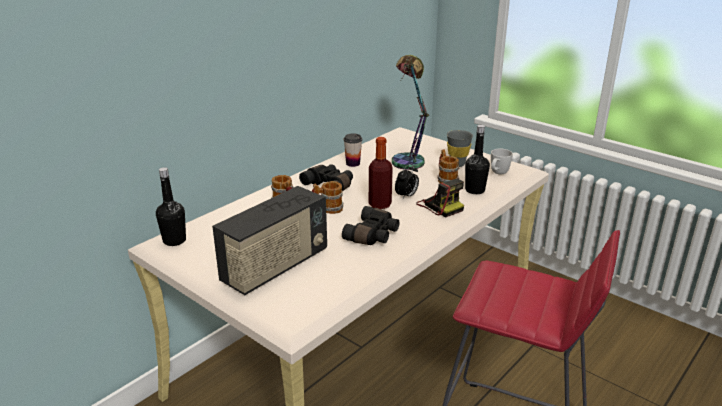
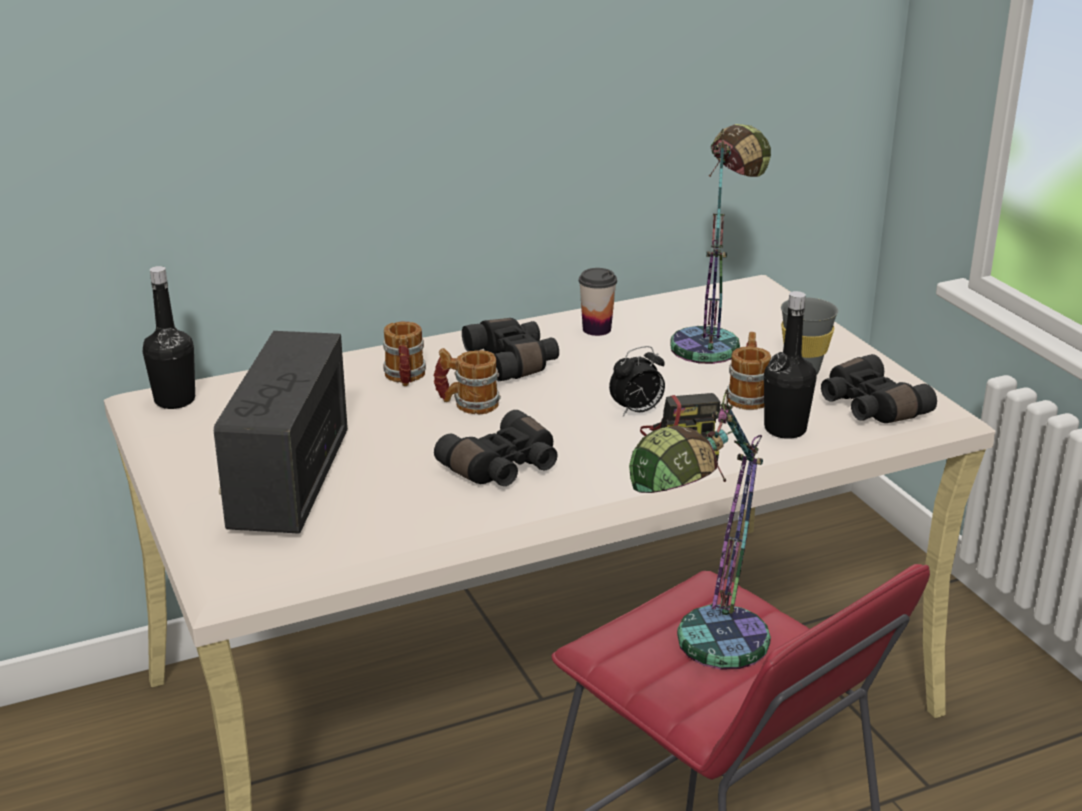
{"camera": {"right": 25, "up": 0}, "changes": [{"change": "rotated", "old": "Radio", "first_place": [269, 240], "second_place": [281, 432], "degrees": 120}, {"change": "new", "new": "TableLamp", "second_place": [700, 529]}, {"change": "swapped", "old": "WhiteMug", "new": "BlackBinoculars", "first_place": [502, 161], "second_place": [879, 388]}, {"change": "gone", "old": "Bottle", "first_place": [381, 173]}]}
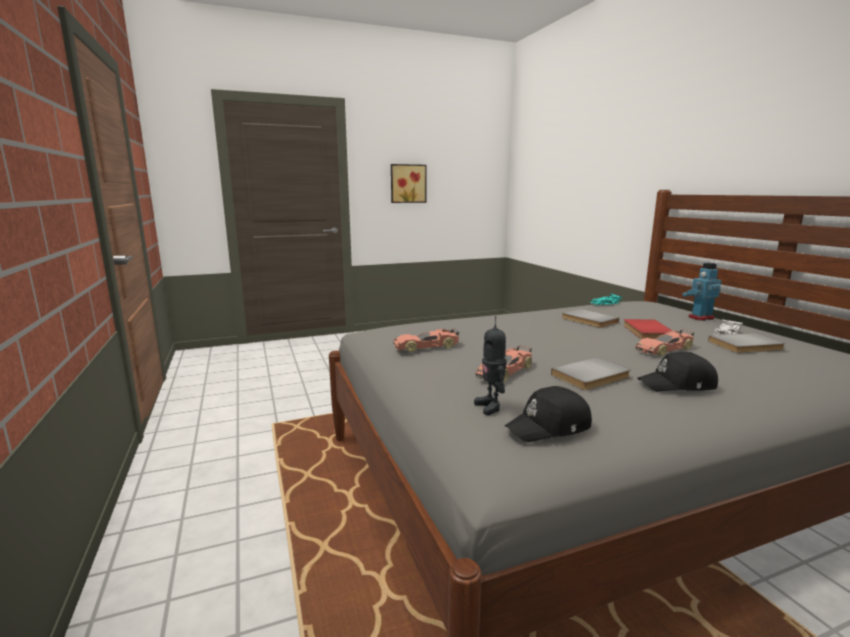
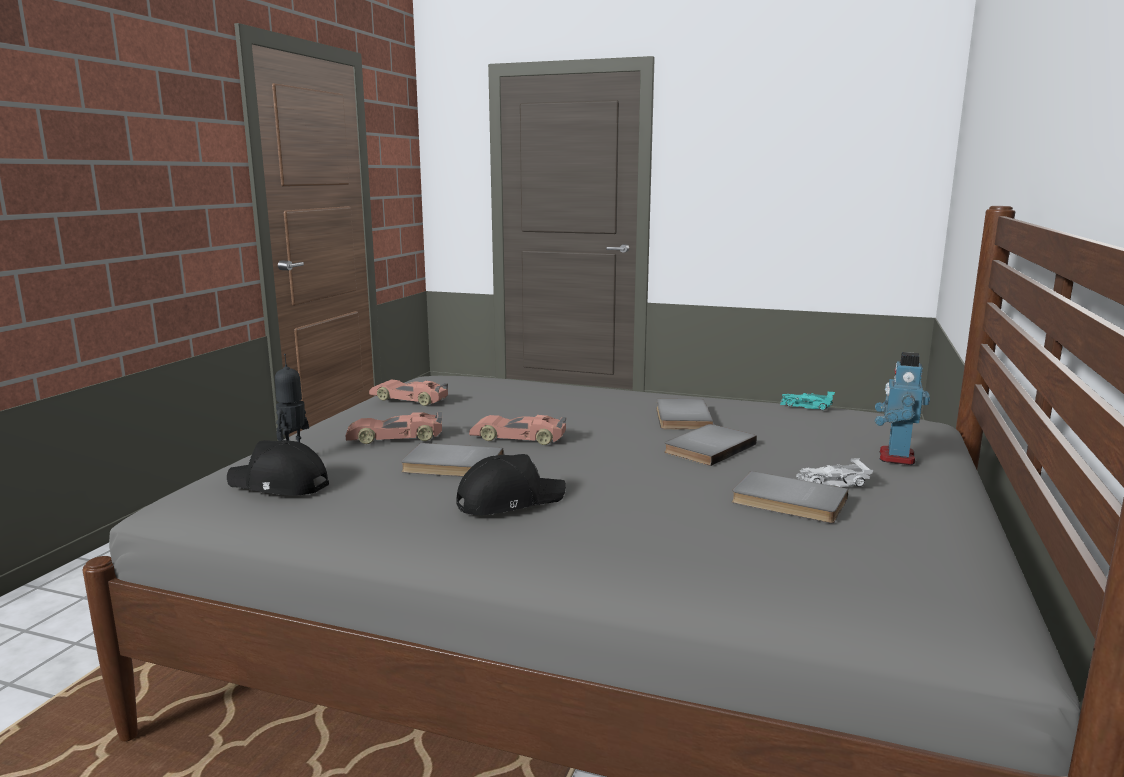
{"camera": {"right": 40, "up": 0}, "changes": [{"change": "rotated", "old": "BlackCap", "first_place": [677, 372], "second_place": [511, 484], "degrees": 120}, {"change": "shifted", "old": "ToyCar", "first_place": [664, 342], "second_place": [518, 430]}, {"change": "repainted", "old": "RedBook", "new": "GreyBook", "first_place": [647, 329], "second_place": [710, 445]}, {"change": "rotated", "old": "ToyRobot", "first_place": [701, 291], "second_place": [902, 408], "degrees": -90}, {"change": "gone", "old": "Picture", "first_place": [409, 183]}]}
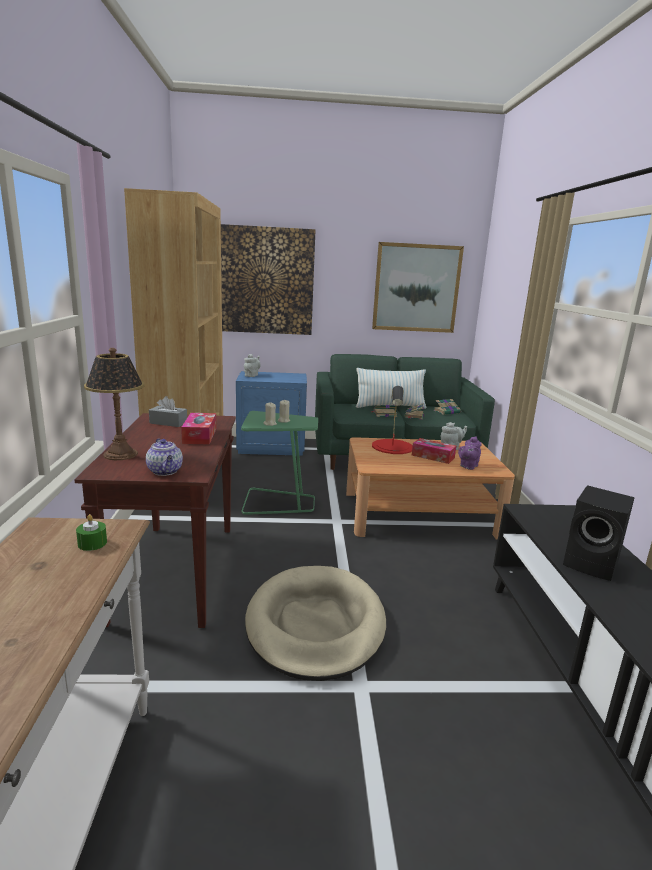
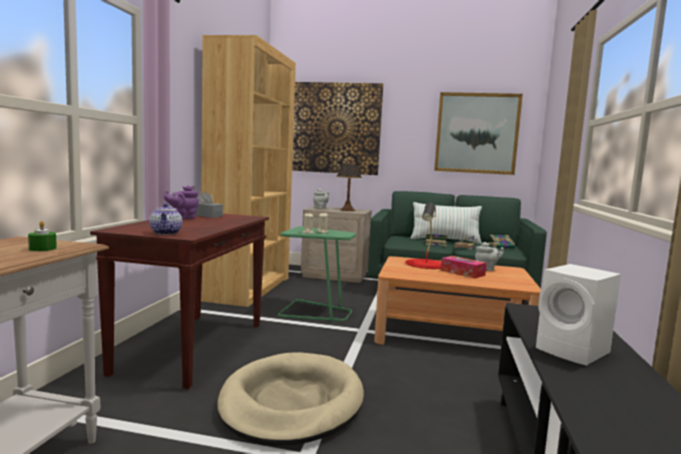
{"camera": {"right": 15, "up": -10}, "changes": [{"change": "shifted", "old": "PurpleTeapot", "first_place": [470, 453], "second_place": [181, 202]}, {"change": "repainted", "old": "BlueNightstand", "new": "BeigeNightstand", "first_place": [271, 413], "second_place": [336, 244]}, {"change": "shifted", "old": "TableLamp", "first_place": [114, 404], "second_place": [349, 185]}, {"change": "repainted", "old": "BlackSpeaker", "new": "WhiteSpeaker", "first_place": [599, 533], "second_place": [578, 315]}, {"change": "gone", "old": "TissueBox", "first_place": [198, 429]}]}
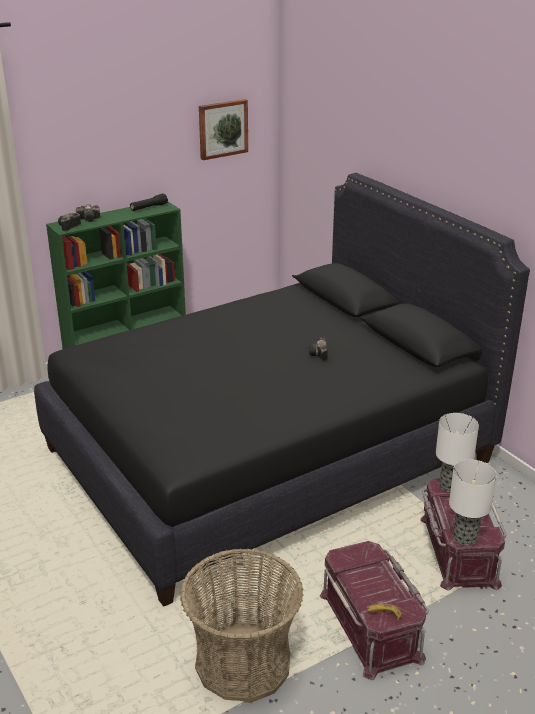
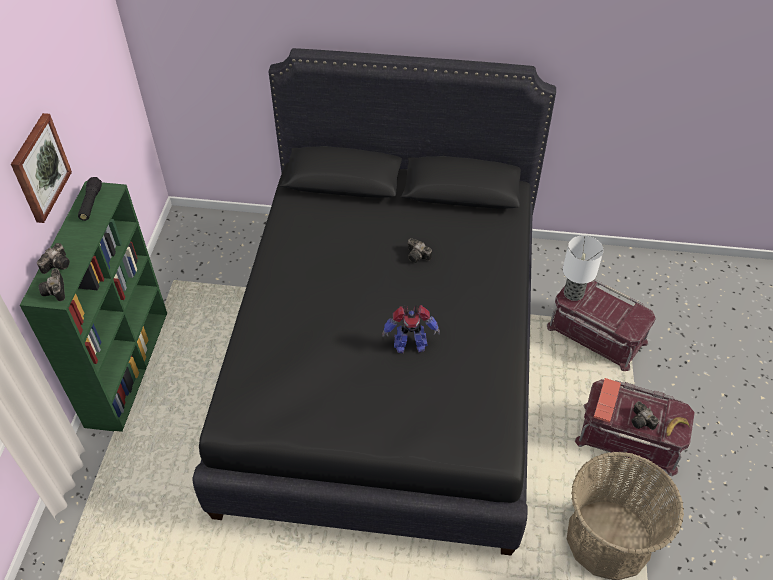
{"camera": {"right": -50, "up": 20}, "changes": [{"change": "shifted", "old": "Picture", "first_place": [223, 129], "second_place": [41, 168]}, {"change": "new", "new": "ToyRobot", "second_place": [411, 329]}, {"change": "new", "new": "RedToyCar", "second_place": [607, 400]}, {"change": "new", "new": "PhotoCamera", "second_place": [645, 415]}, {"change": "gone", "old": "TableLamp", "first_place": [472, 502]}]}
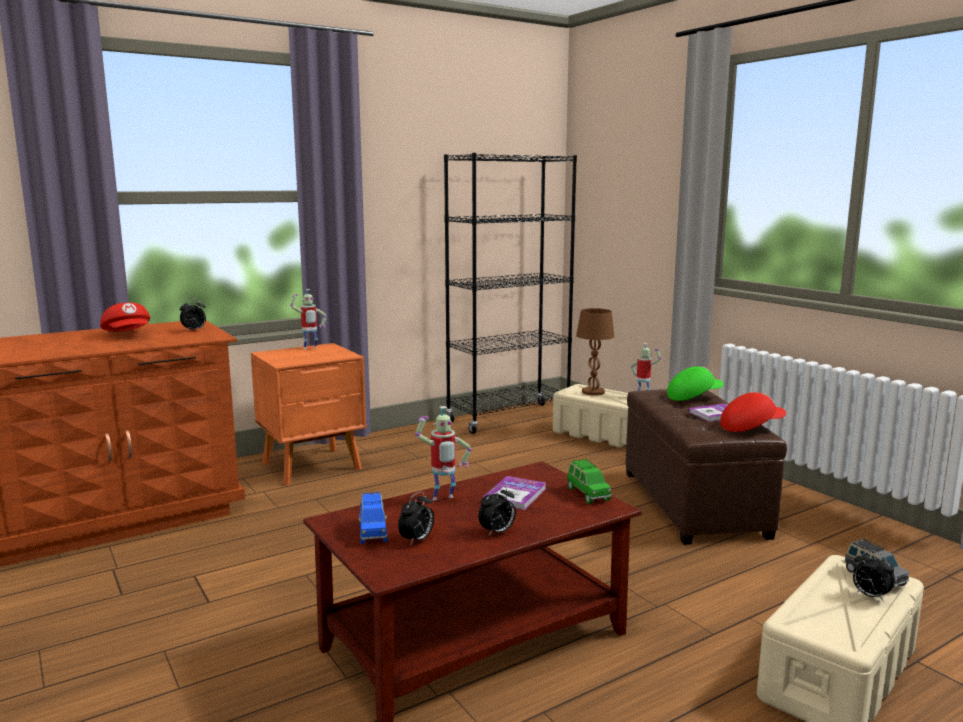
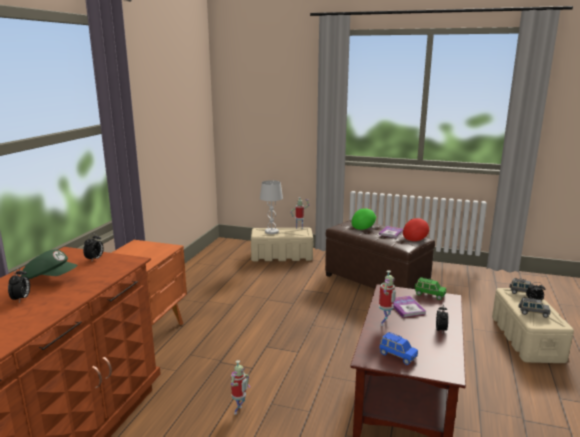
{"camera": {"right": -40, "up": 5}, "changes": [{"change": "shifted", "old": "AlarmClock", "first_place": [416, 518], "second_place": [19, 285]}, {"change": "repainted", "old": "RedCap", "new": "GreenCap", "first_place": [125, 317], "second_place": [50, 264]}, {"change": "shifted", "old": "ToyRobot", "first_place": [308, 319], "second_place": [240, 387]}, {"change": "repainted", "old": "BrownTableLamp", "new": "WhiteTableLamp", "first_place": [595, 352], "second_place": [271, 207]}, {"change": "new", "new": "GreyToyCar", "second_place": [535, 307]}, {"change": "gone", "old": "BlackBookcase", "first_place": [510, 293]}]}
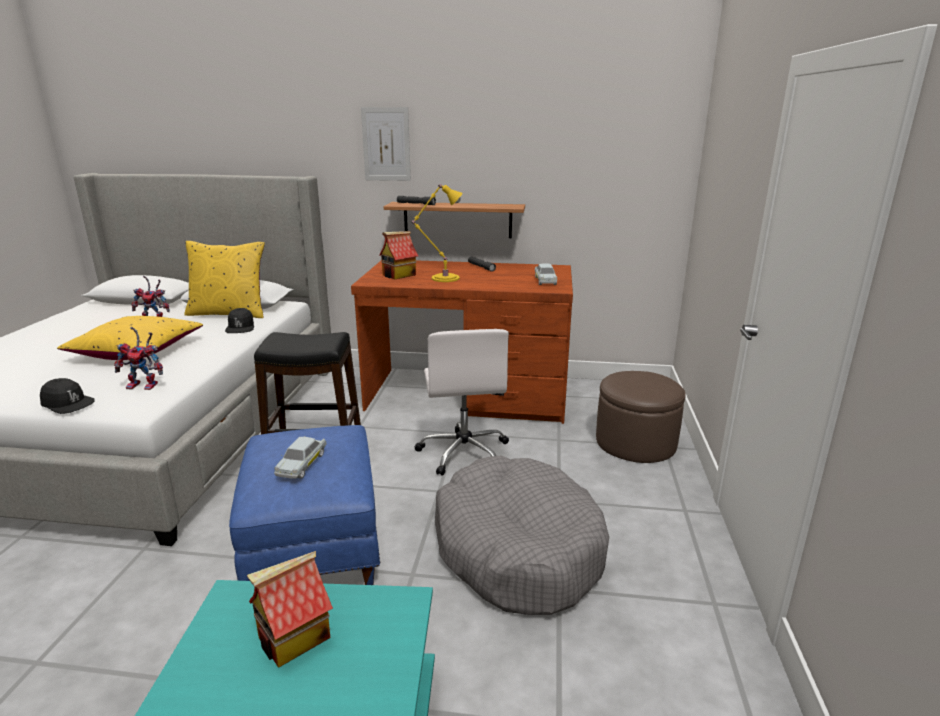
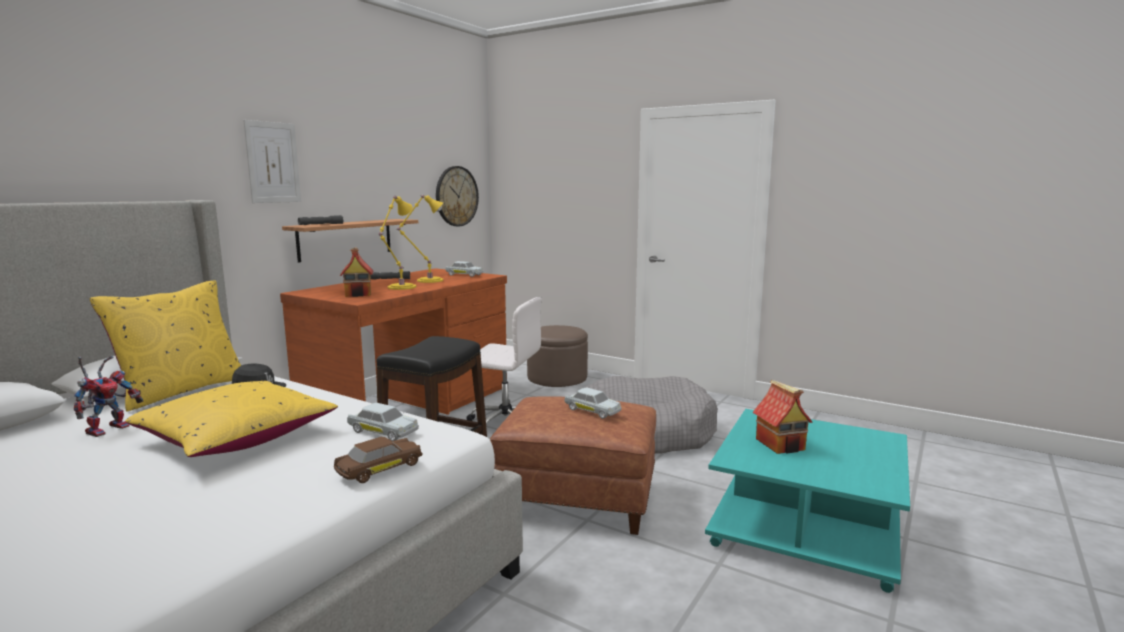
{"camera": {"right": -65, "up": -10}, "changes": [{"change": "swapped", "old": "BlackCap", "new": "BrownToyCar", "first_place": [67, 396], "second_place": [378, 460]}, {"change": "swapped", "old": "ToyRobot", "new": "WhiteToyCar", "first_place": [138, 358], "second_place": [383, 422]}, {"change": "new", "new": "YellowTableLamp", "second_place": [420, 239]}, {"change": "new", "new": "WallClock", "second_place": [457, 196]}, {"change": "repainted", "old": "BlueOttoman", "new": "BrownOttoman", "first_place": [305, 505], "second_place": [573, 465]}]}
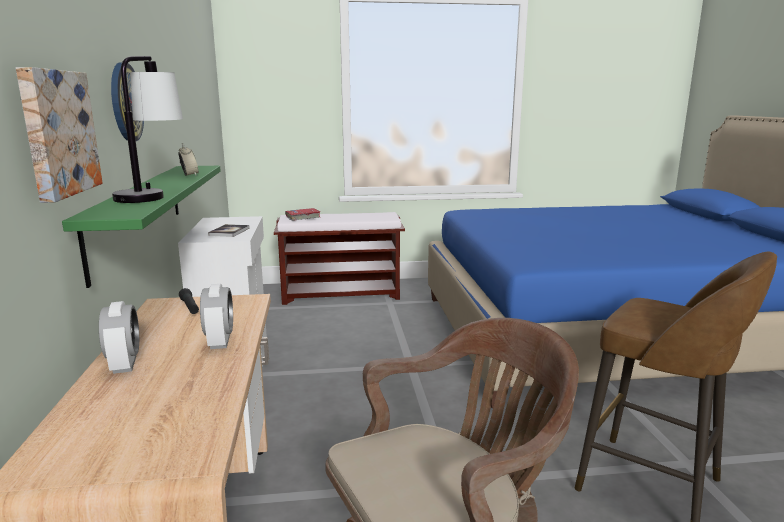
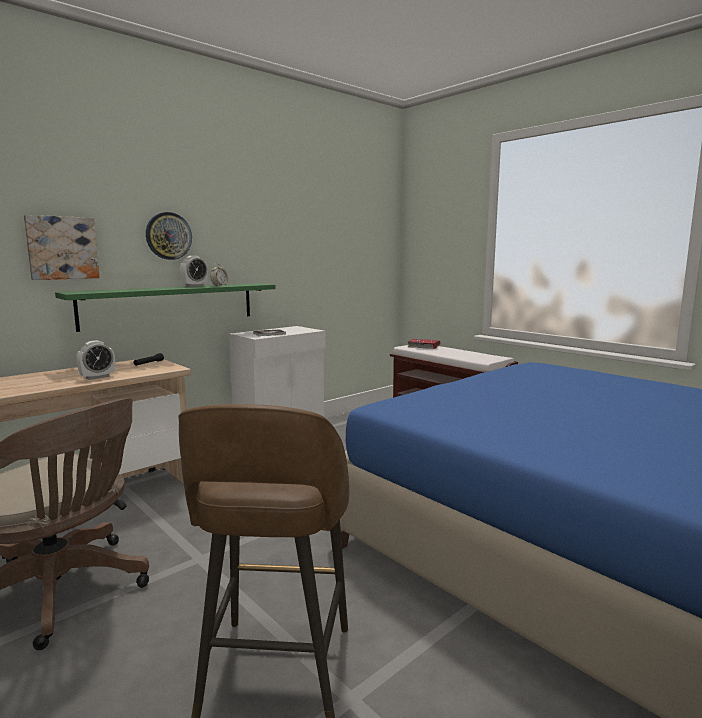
{"camera": {"right": 55, "up": -5}, "changes": [{"change": "shifted", "old": "AlarmClock", "first_place": [119, 337], "second_place": [194, 271]}, {"change": "gone", "old": "TableLamp", "first_place": [147, 129]}]}
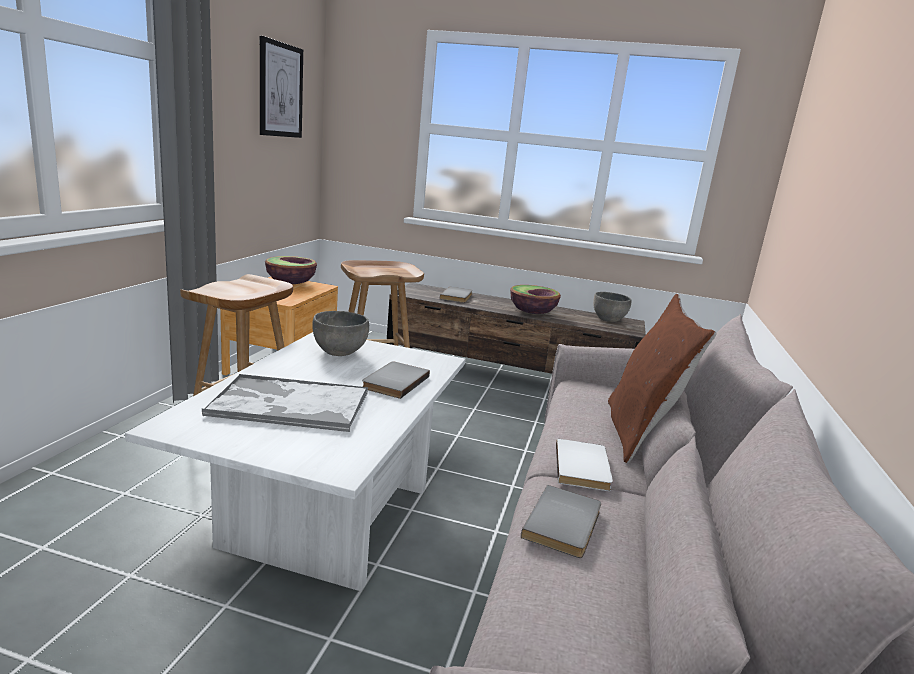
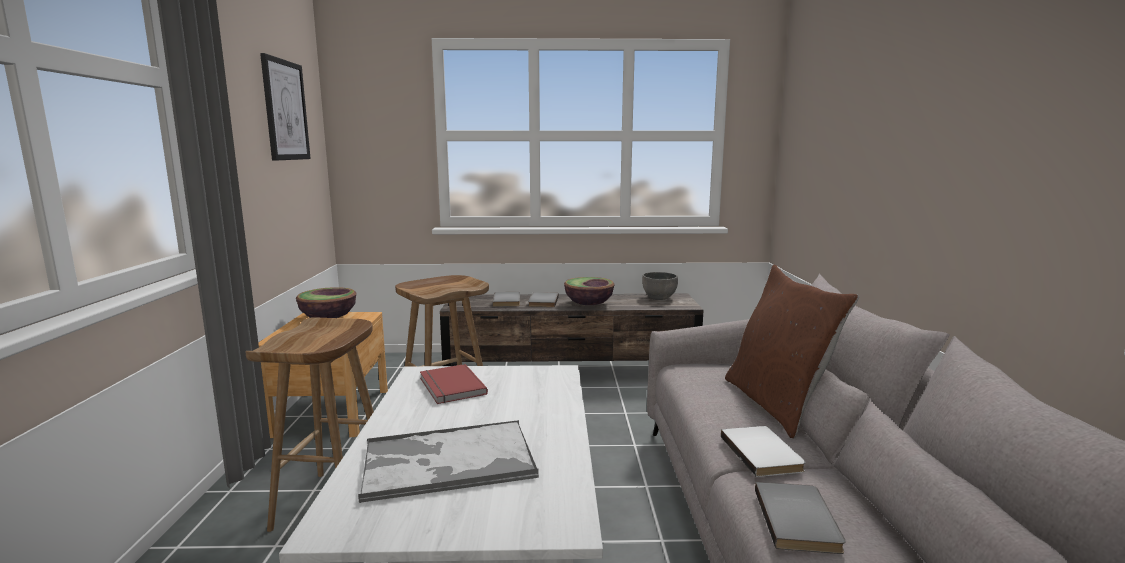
{"camera": {"right": -15, "up": -5}, "changes": [{"change": "swapped", "old": "GreyBowl", "new": "RedBook", "first_place": [340, 333], "second_place": [454, 384]}, {"change": "shifted", "old": "GreyBook", "first_place": [396, 380], "second_place": [543, 299]}]}
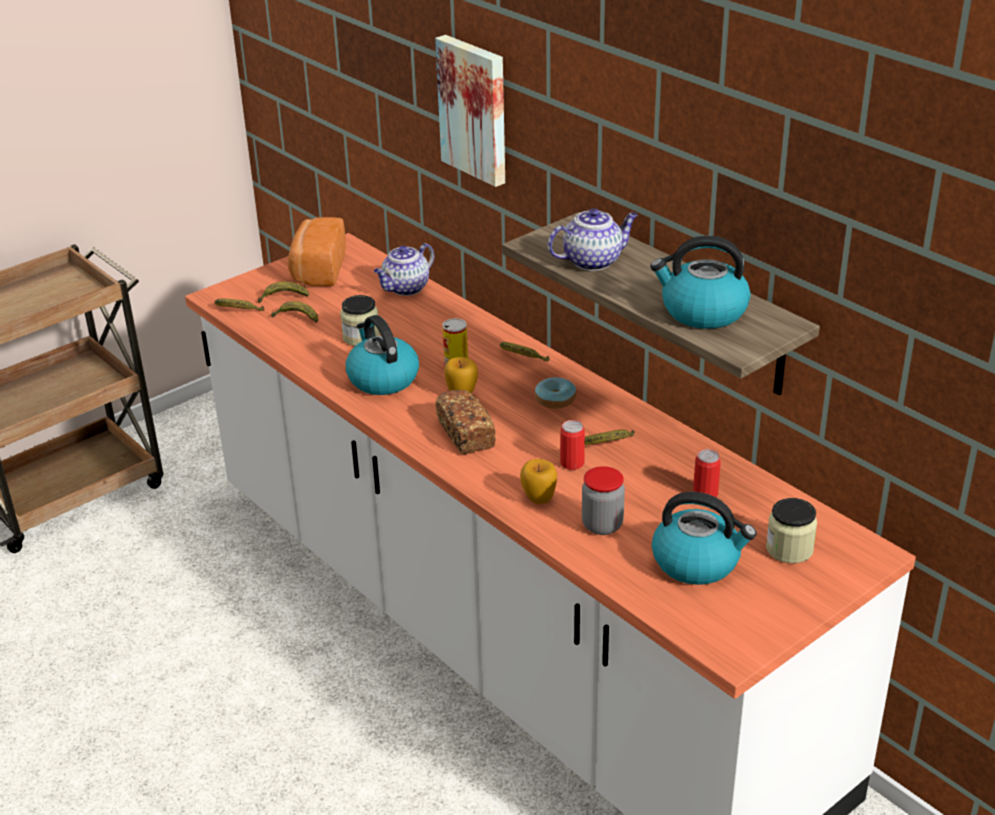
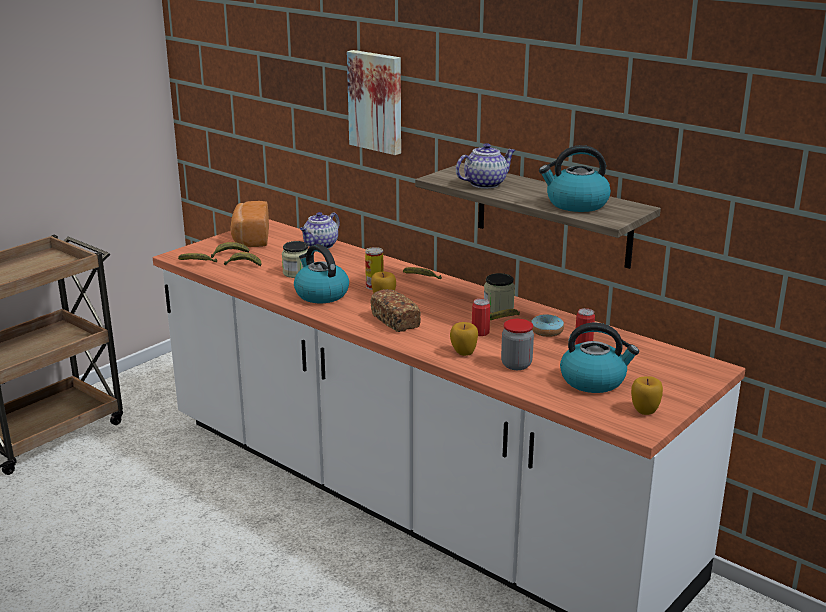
{"camera": {"right": -10, "up": -10}, "changes": [{"change": "shifted", "old": "Jar", "first_place": [791, 530], "second_place": [499, 293]}, {"change": "shifted", "old": "Donut", "first_place": [555, 393], "second_place": [547, 326]}, {"change": "new", "new": "Apple", "second_place": [647, 395]}]}
